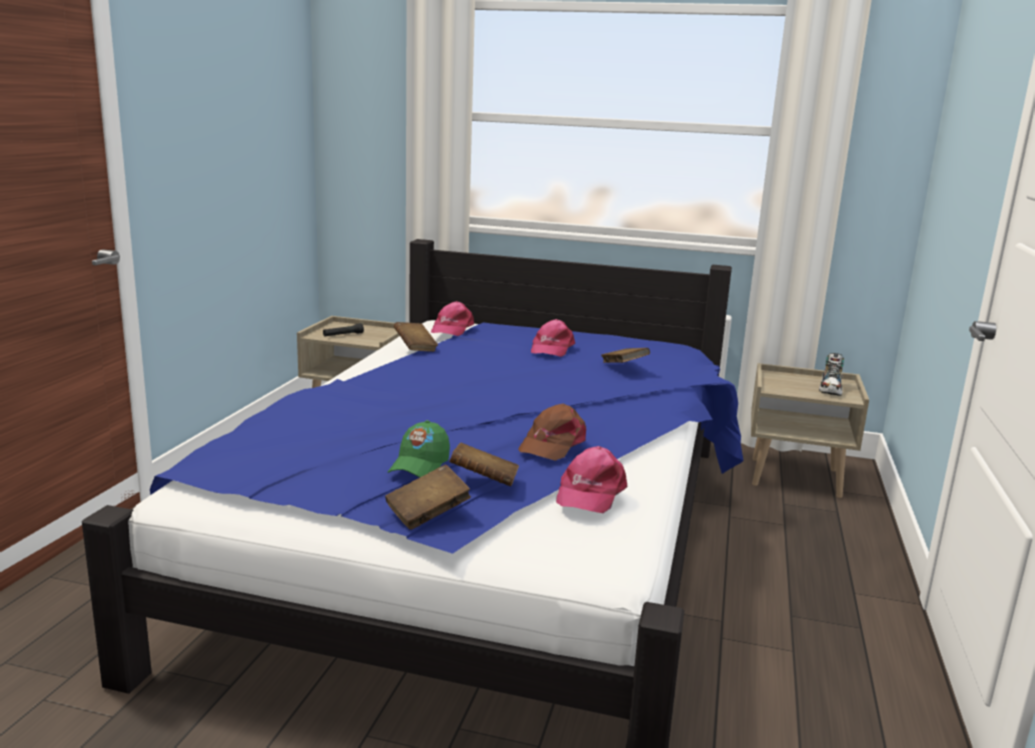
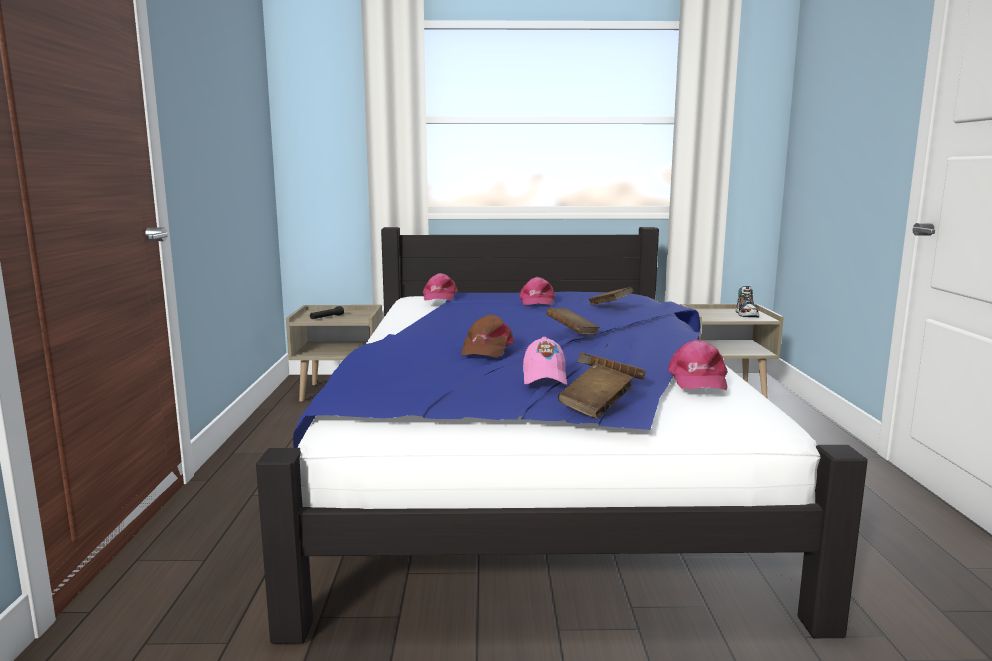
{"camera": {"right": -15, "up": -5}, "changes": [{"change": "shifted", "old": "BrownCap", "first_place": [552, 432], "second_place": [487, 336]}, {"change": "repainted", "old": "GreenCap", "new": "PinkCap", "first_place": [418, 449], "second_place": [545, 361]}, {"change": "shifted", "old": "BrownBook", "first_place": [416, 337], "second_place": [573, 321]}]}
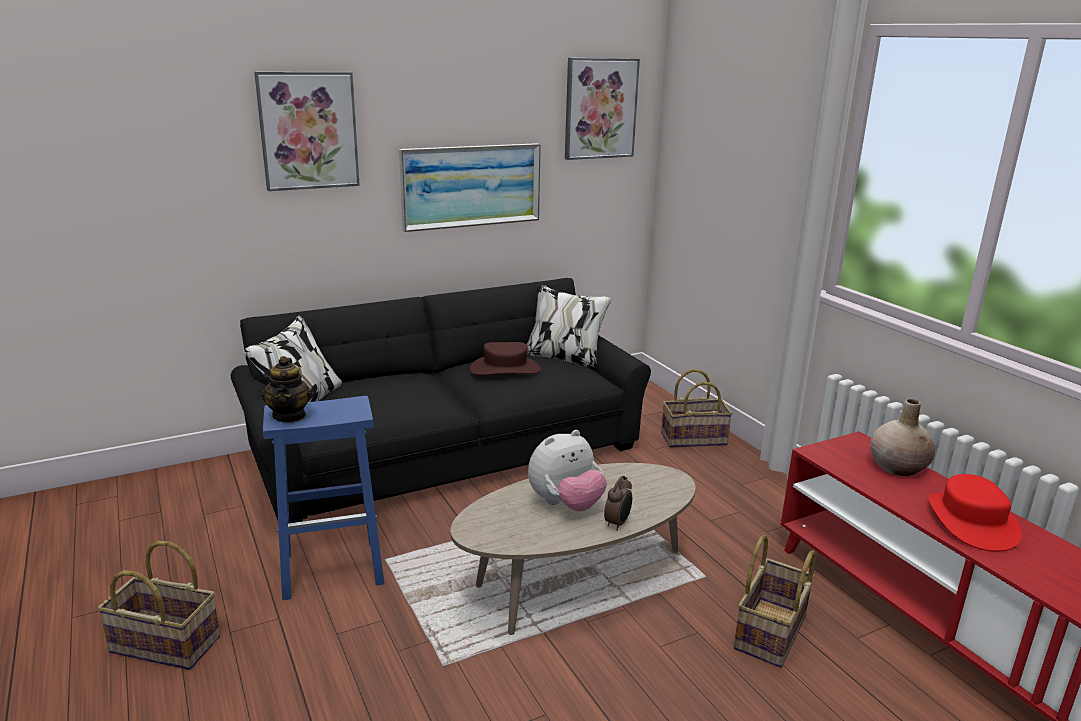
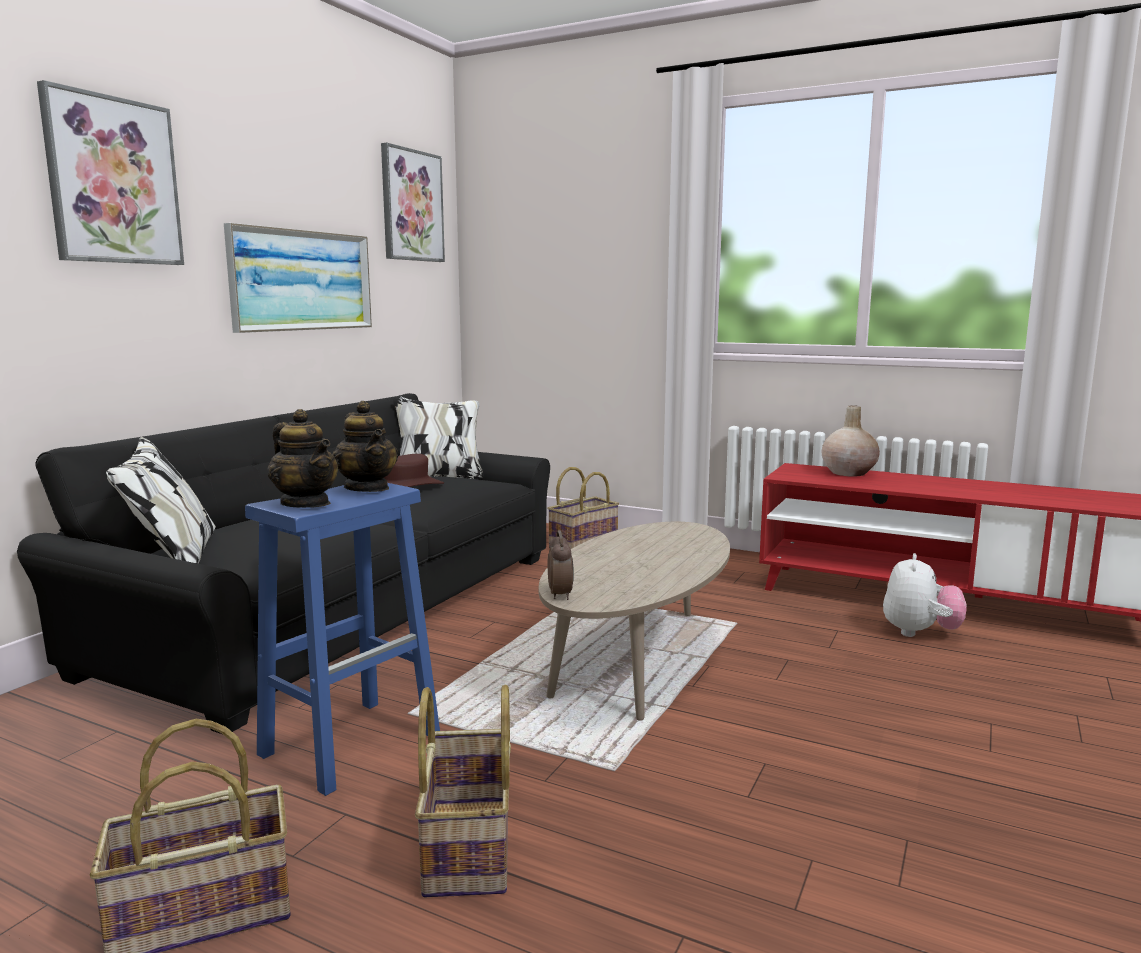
{"camera": {"right": -35, "up": -10}, "changes": [{"change": "new", "new": "Teapot", "second_place": [365, 446]}, {"change": "shifted", "old": "Basket", "first_place": [775, 601], "second_place": [463, 790]}, {"change": "shifted", "old": "AlarmClock", "first_place": [618, 503], "second_place": [561, 565]}, {"change": "shifted", "old": "PlushToy", "first_place": [567, 471], "second_place": [925, 595]}, {"change": "gone", "old": "RedHat", "first_place": [975, 513]}]}
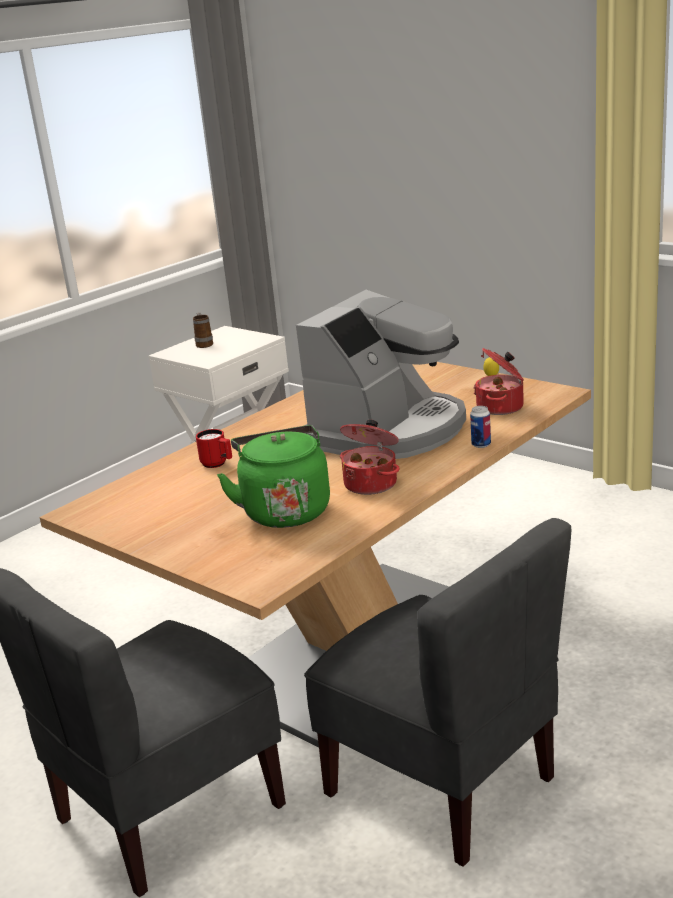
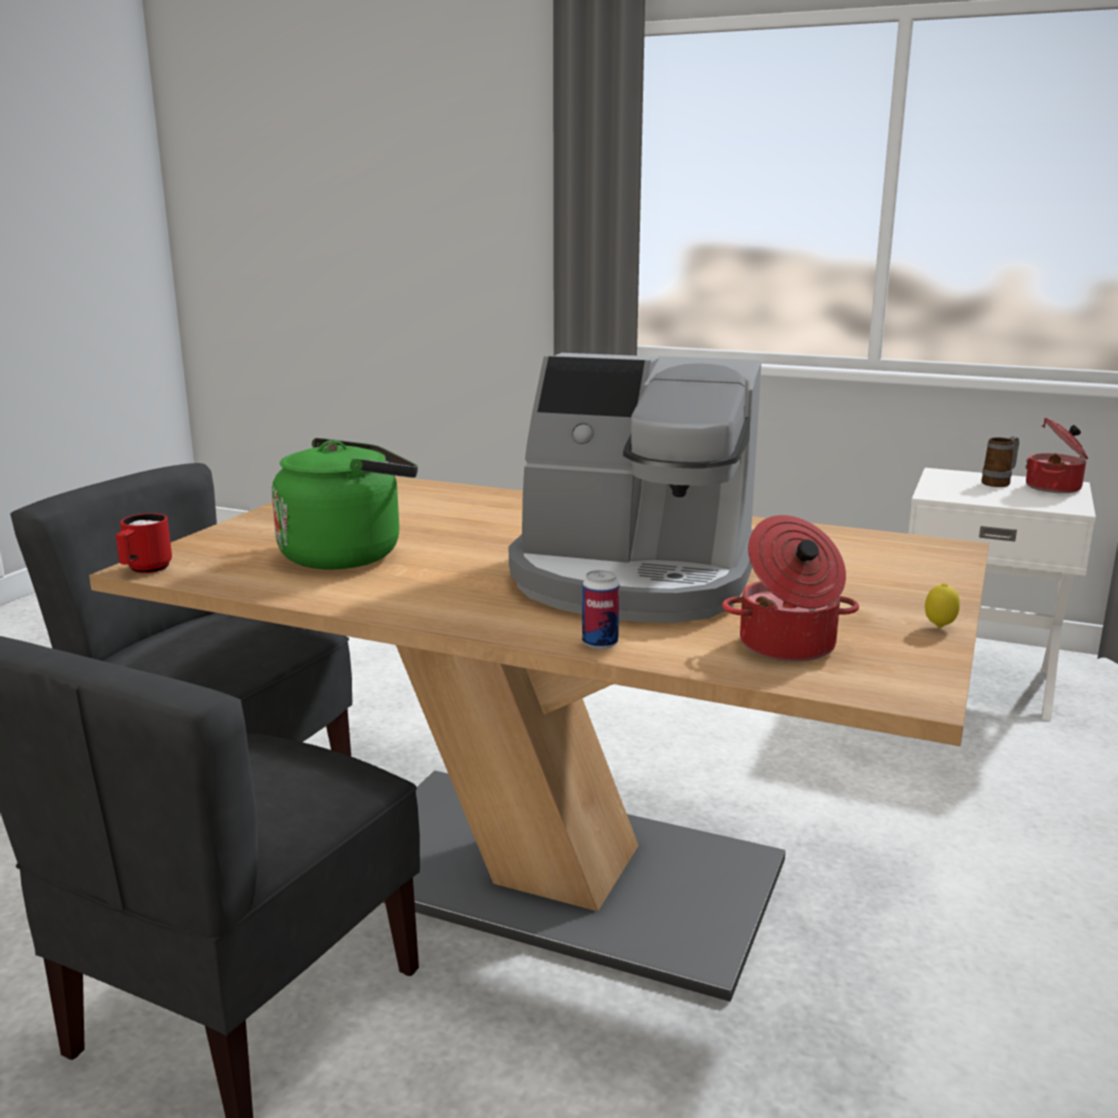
{"camera": {"right": 70, "up": -5}, "changes": [{"change": "shifted", "old": "RedMug", "first_place": [214, 448], "second_place": [144, 543]}, {"change": "shifted", "old": "CookingPot", "first_place": [370, 457], "second_place": [1056, 455]}]}
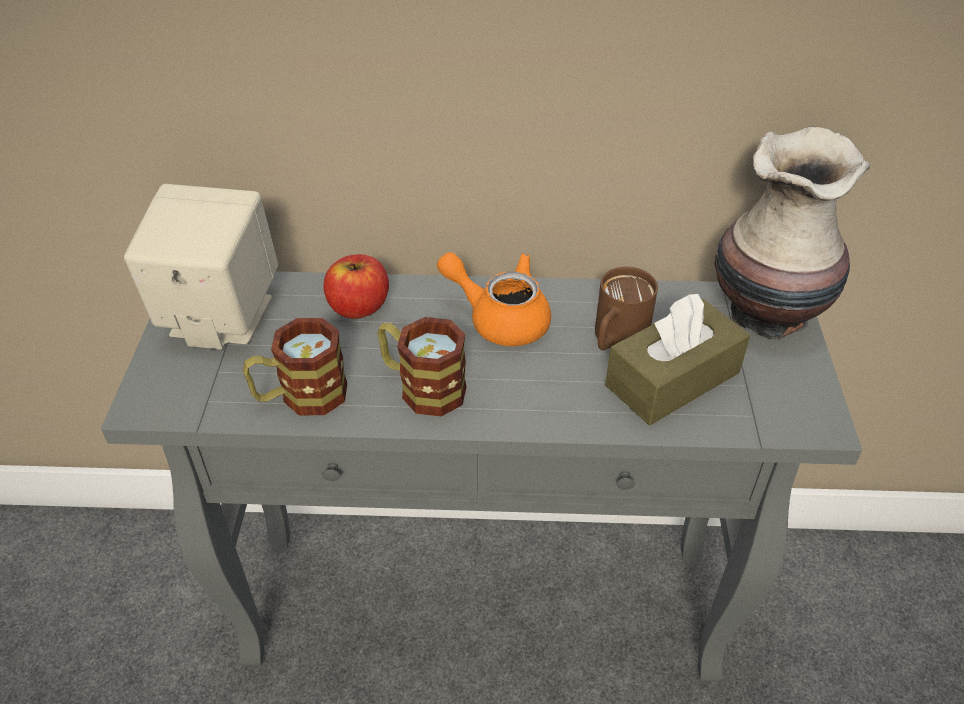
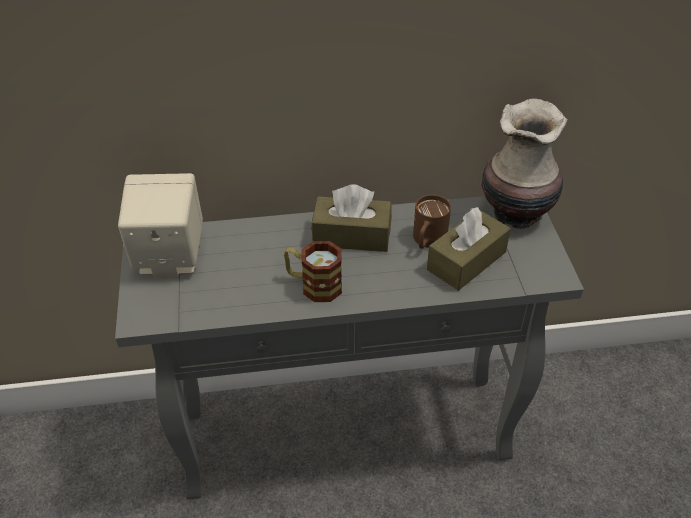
{"camera": {"right": -10, "up": 0}, "changes": [{"change": "swapped", "old": "OrangeTeapot", "new": "BrownTissueBox", "first_place": [494, 299], "second_place": [352, 218]}, {"change": "gone", "old": "Mug", "first_place": [295, 366]}, {"change": "gone", "old": "Apple", "first_place": [356, 286]}]}
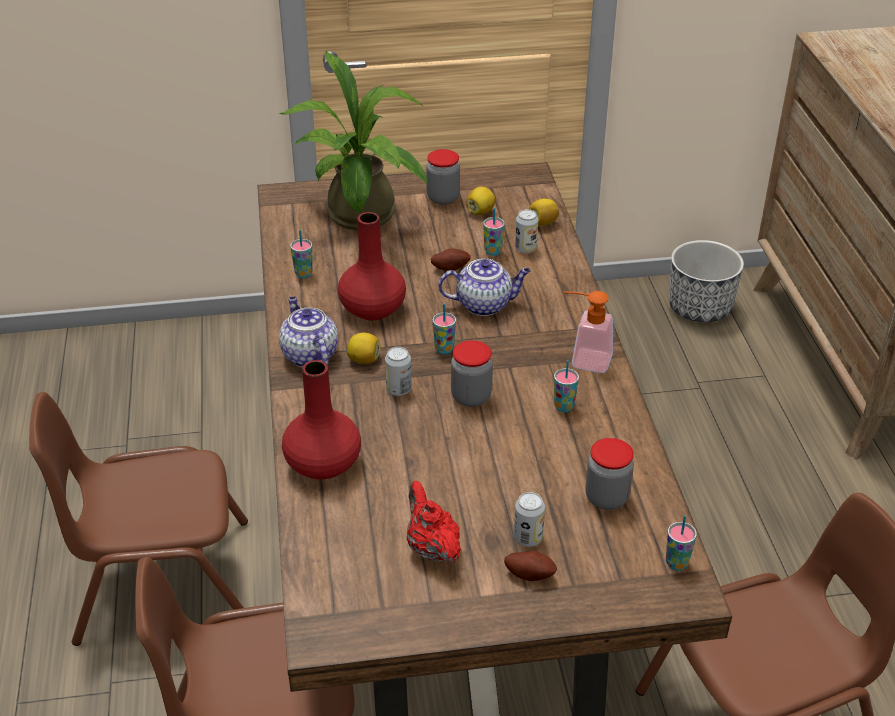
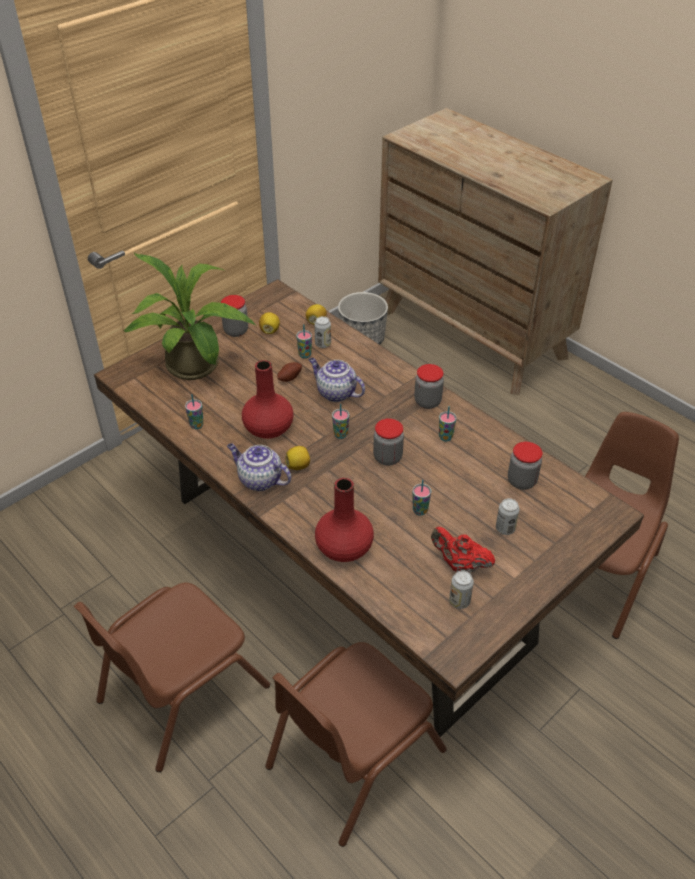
{"camera": {"right": -35, "up": 5}, "changes": [{"change": "rotated", "old": "Teapot", "first_place": [484, 287], "second_place": [337, 380], "degrees": -105}, {"change": "shifted", "old": "Cup", "first_place": [681, 543], "second_place": [421, 498]}, {"change": "swapped", "old": "SoapDispenser", "new": "Jar", "first_place": [588, 332], "second_place": [429, 386]}, {"change": "shifted", "old": "Can", "first_place": [398, 371], "second_place": [461, 589]}, {"change": "gone", "old": "Potato", "first_place": [530, 566]}]}
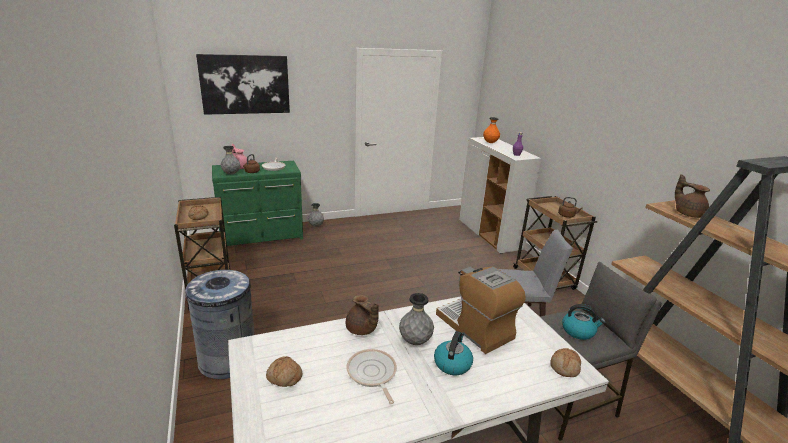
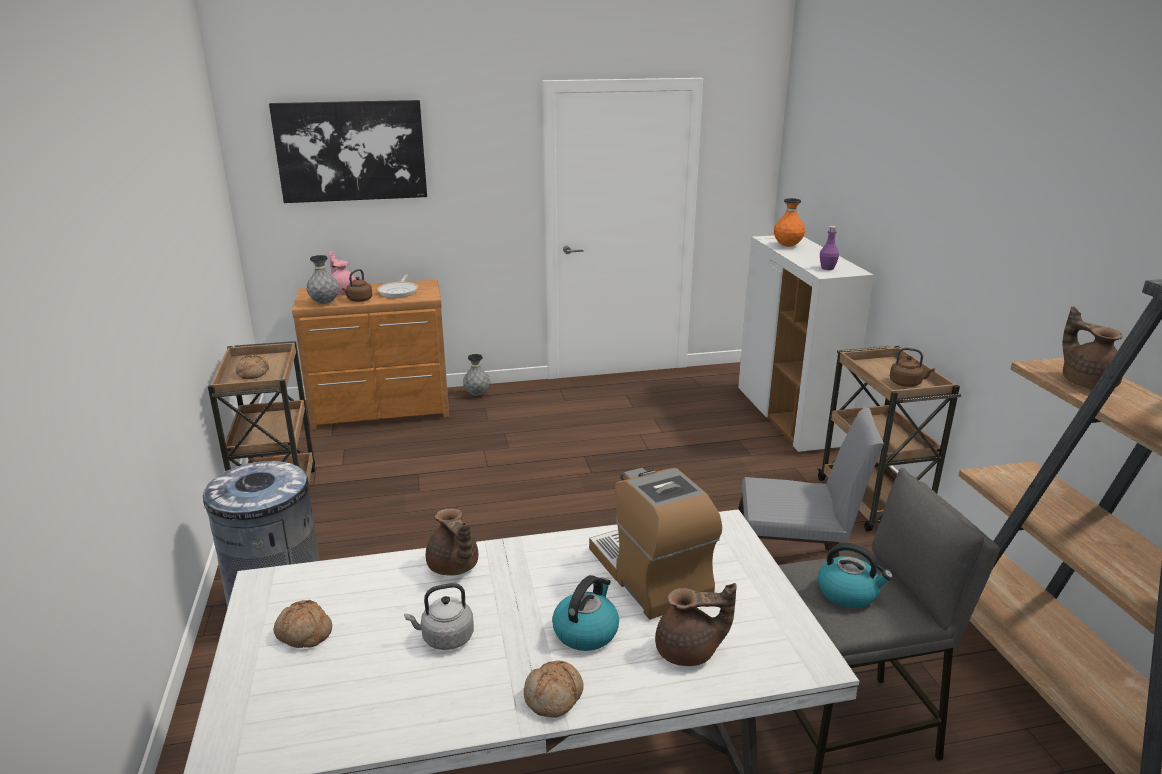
{"camera": {"right": 10, "up": 0}, "changes": [{"change": "repainted", "old": "GreenDresser", "new": "BrownDresser", "first_place": [257, 203], "second_place": [370, 355]}, {"change": "swapped", "old": "FryingPan", "new": "GreyKettle", "first_place": [371, 376], "second_place": [439, 616]}, {"change": "shifted", "old": "Bread", "first_place": [565, 362], "second_place": [554, 689]}, {"change": "new", "new": "BrownTeapot", "second_place": [696, 624]}, {"change": "gone", "old": "GreyVase", "first_place": [416, 319]}]}
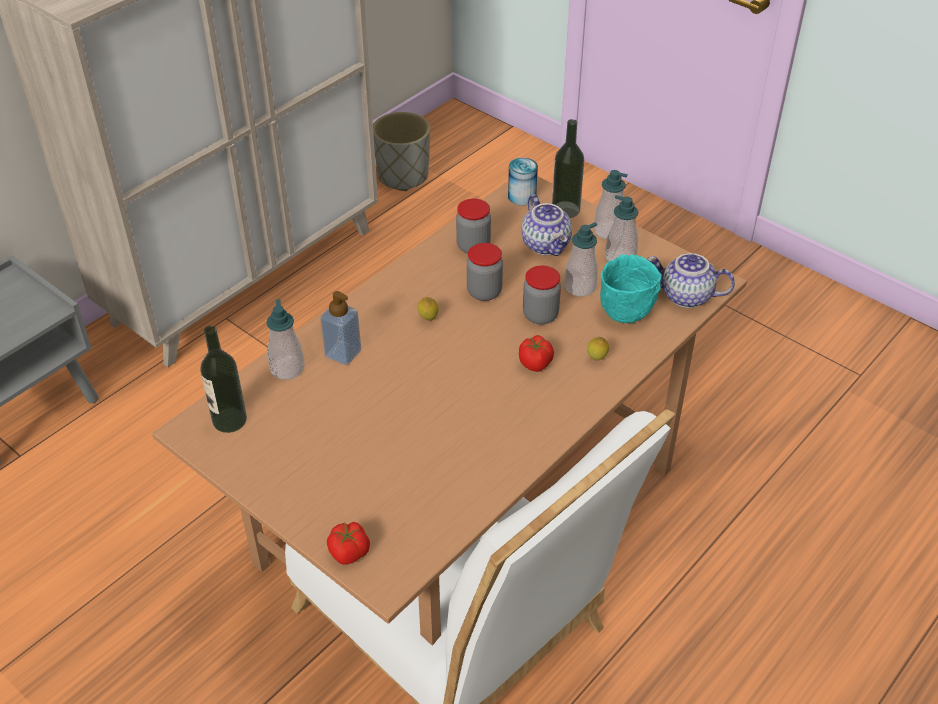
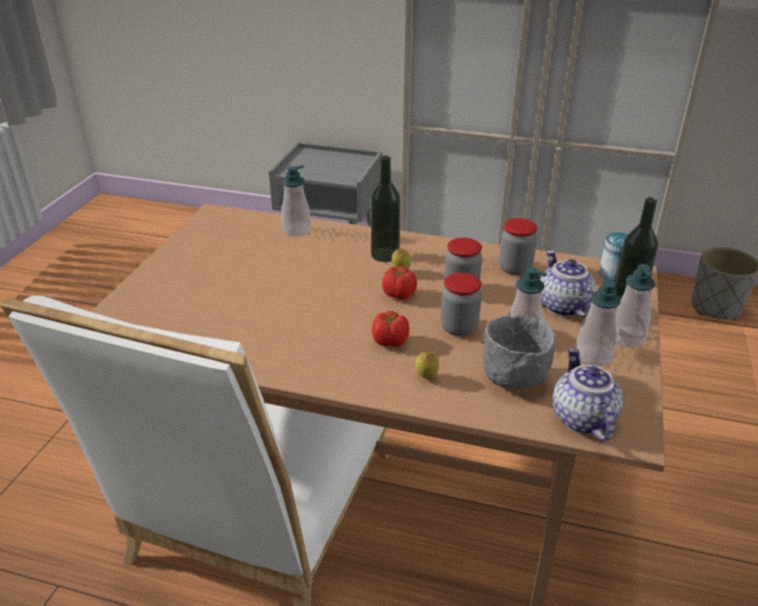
{"camera": {"right": 65, "up": -10}, "changes": [{"change": "shifted", "old": "Bottle", "first_place": [223, 379], "second_place": [385, 209]}, {"change": "shifted", "old": "Tomato", "first_place": [348, 543], "second_place": [399, 282]}, {"change": "repainted", "old": "TurquoiseBowl", "new": "GreyBowl", "first_place": [631, 288], "second_place": [519, 352]}, {"change": "rotated", "old": "Teapot", "first_place": [546, 225], "second_place": [568, 283], "degrees": 120}, {"change": "gone", "old": "SoapDispenser", "first_place": [340, 328]}]}
